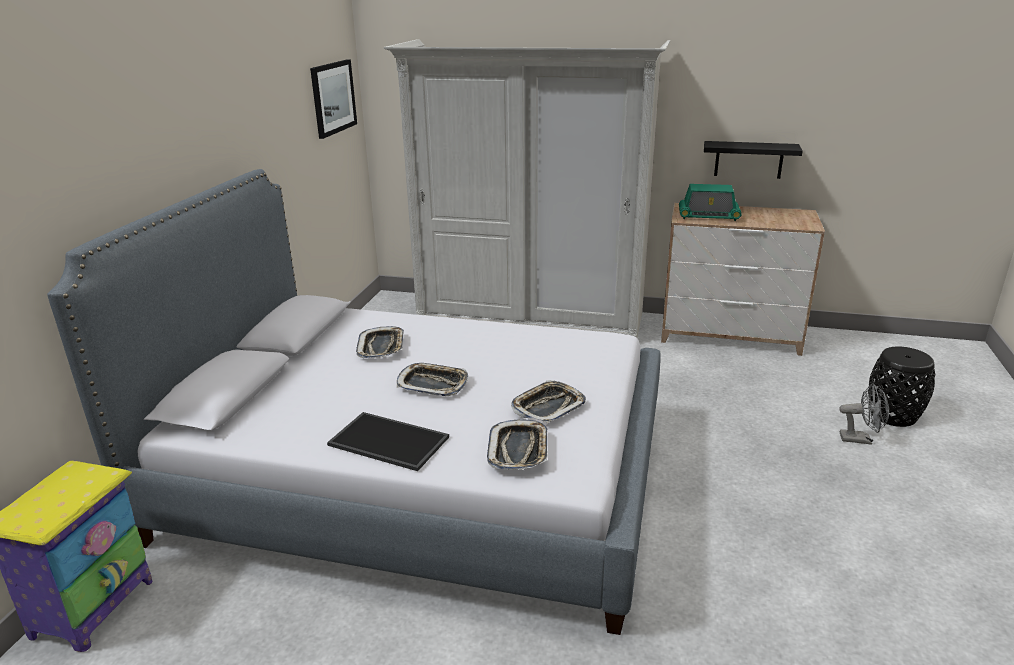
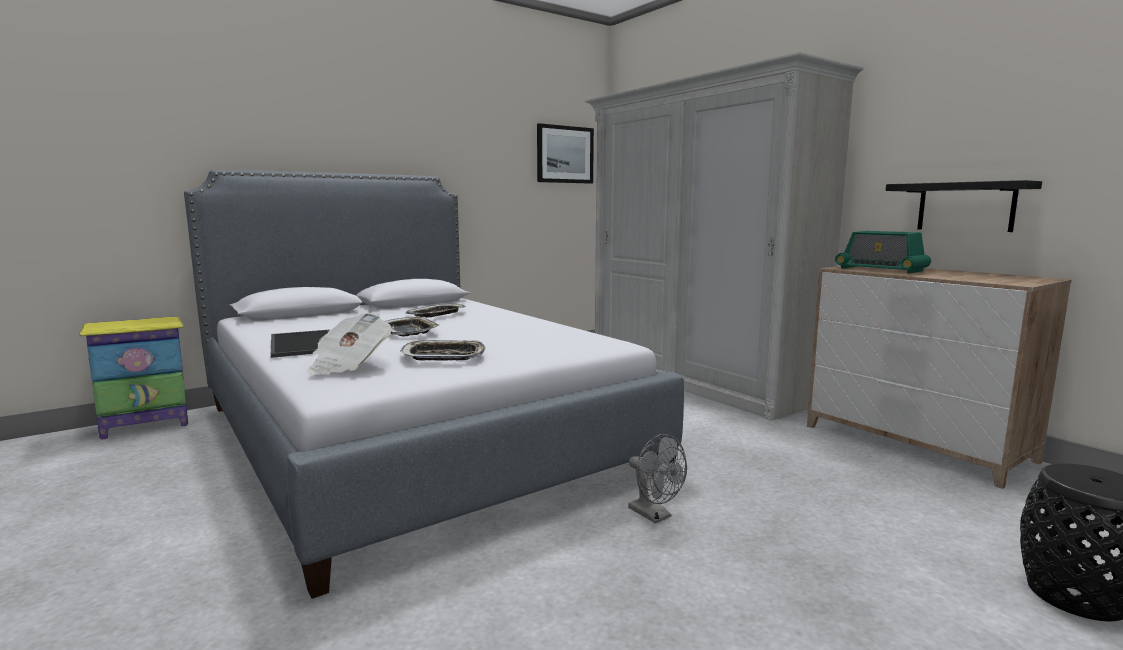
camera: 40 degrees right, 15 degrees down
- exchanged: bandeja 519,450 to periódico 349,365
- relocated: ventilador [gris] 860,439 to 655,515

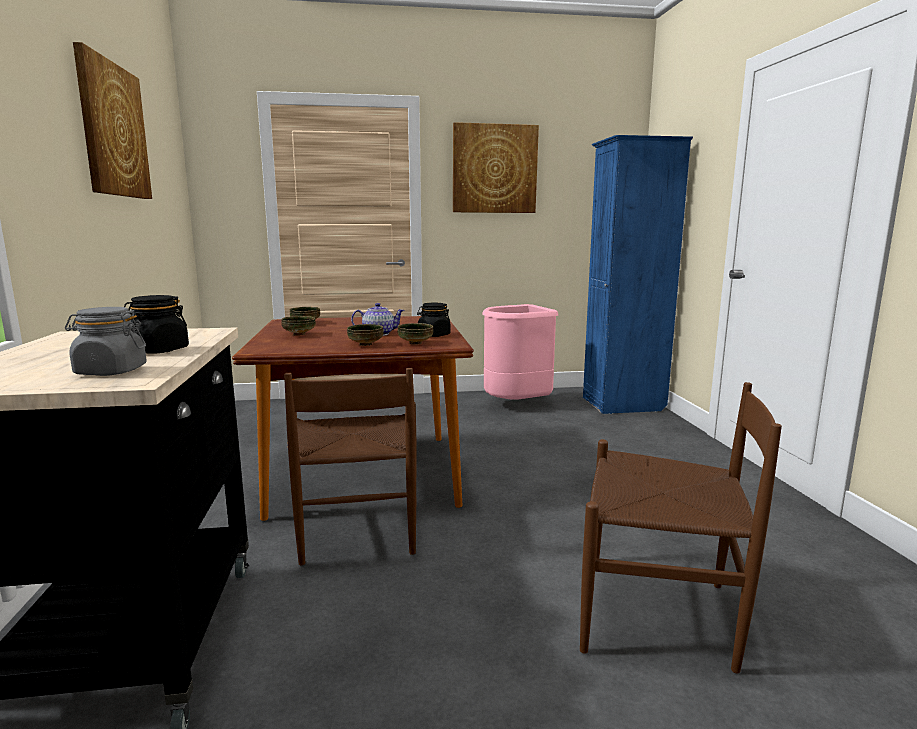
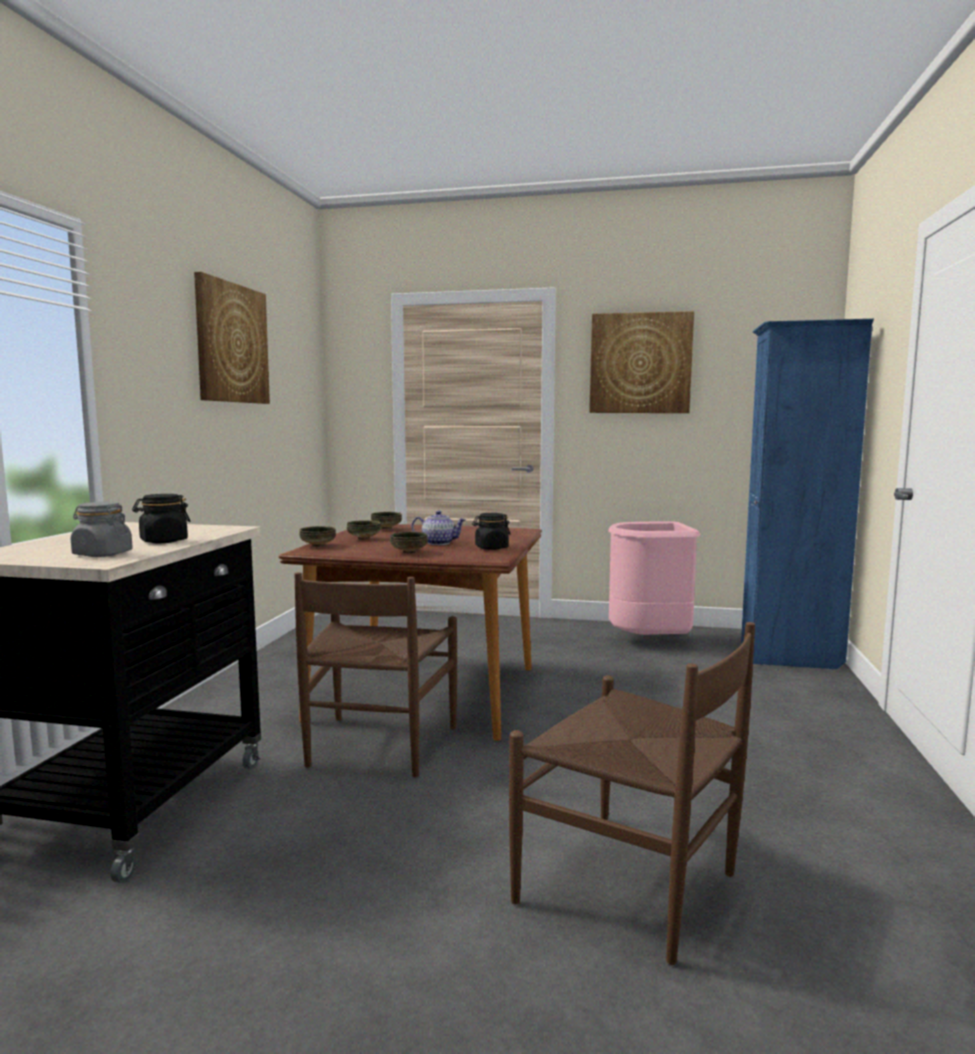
camera: 20 degrees right, 5 degrees down
- relocated: cuenco 415,343 to 318,546

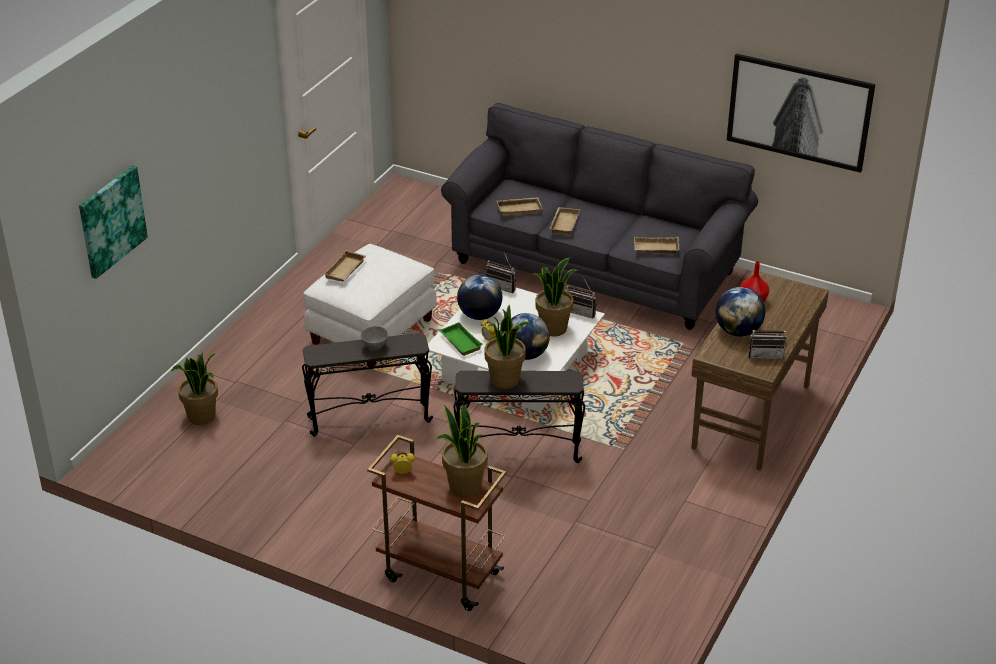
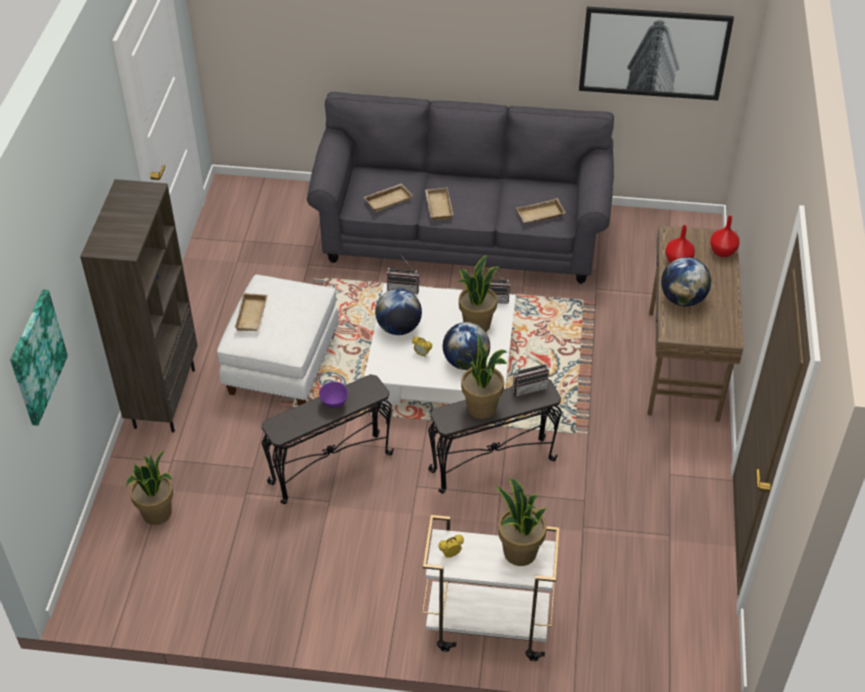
camera: 20 degrees left, 10 degrees up
- appeared: estantería [marrón] 163,397
- colour: cuenco [gris] 374,347 to cuenco [morado] 333,403
- colour: carrito [marrón] 439,575 to carrito [blanco] 486,629
- relocated: radio 765,354 to 528,387
- appeared: florero [rojo] 722,251
- missing: bandeja [verde] 459,342

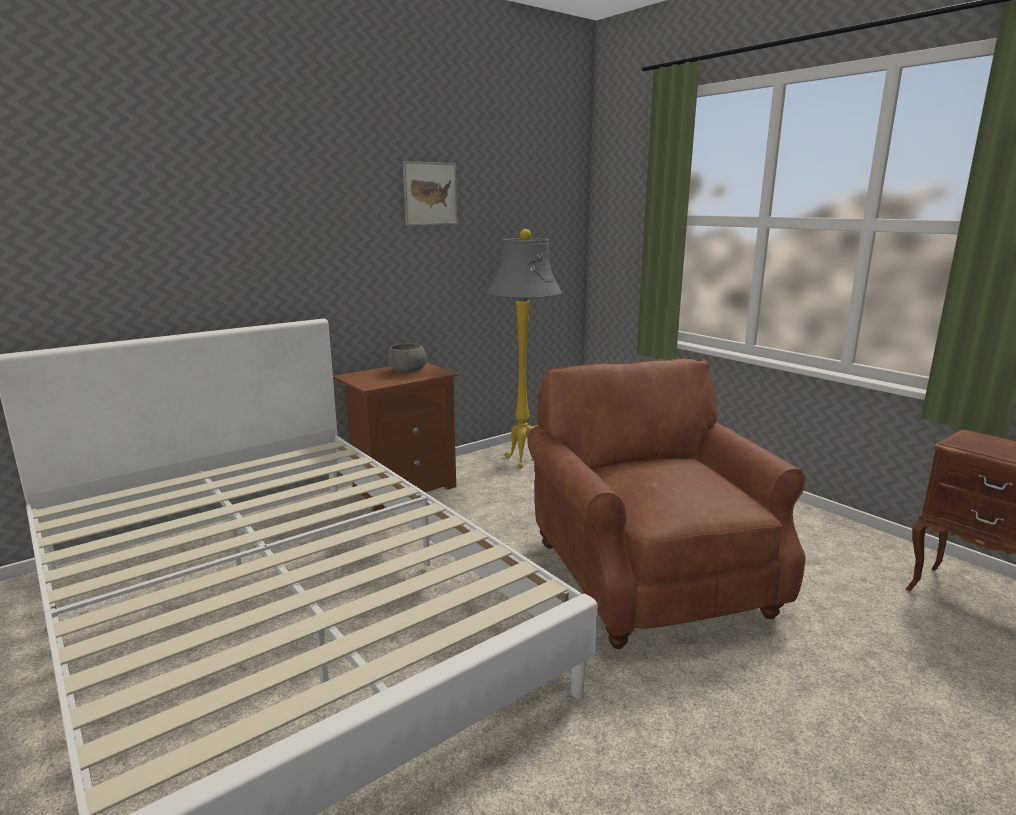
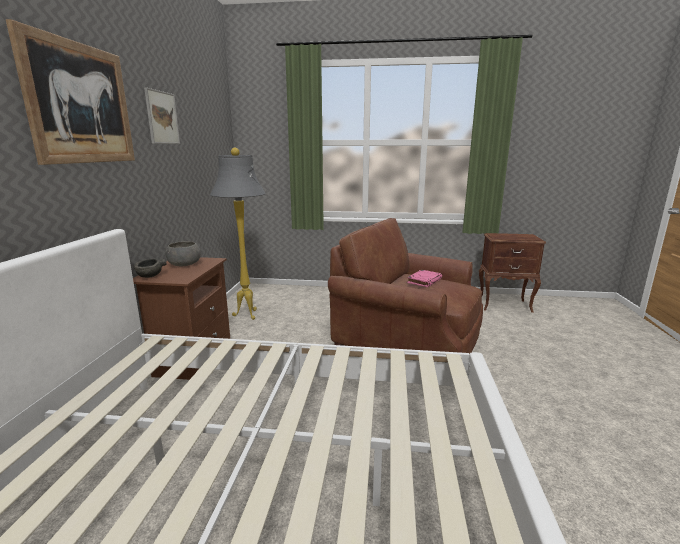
camera: 45 degrees left, 0 degrees up
- appeared: cuadro 81,104
- appeared: cuenco [gris] 149,276
- appeared: libro [rosa] 424,281

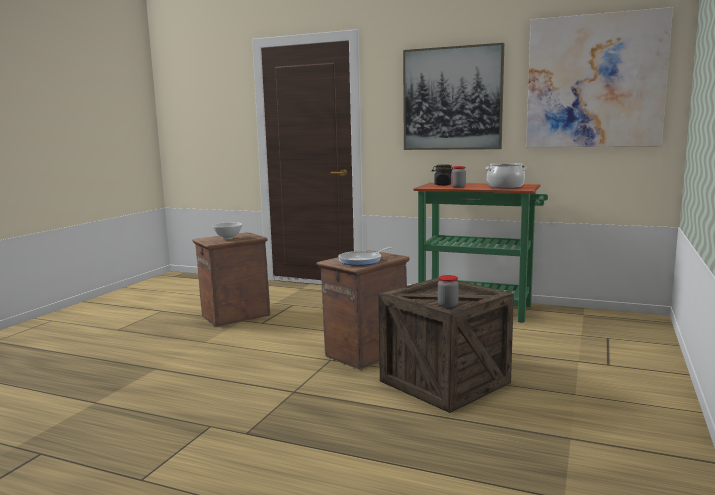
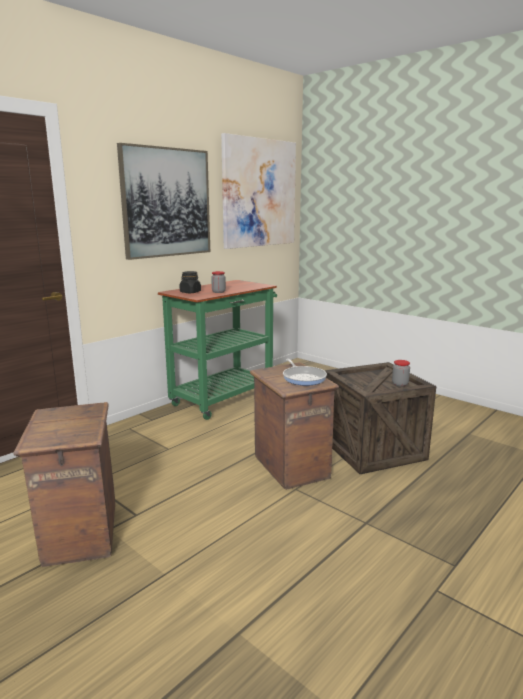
camera: 70 degrees left, 5 degrees up
- missing: cuenco [blanco] 228,238
- missing: olla 505,186

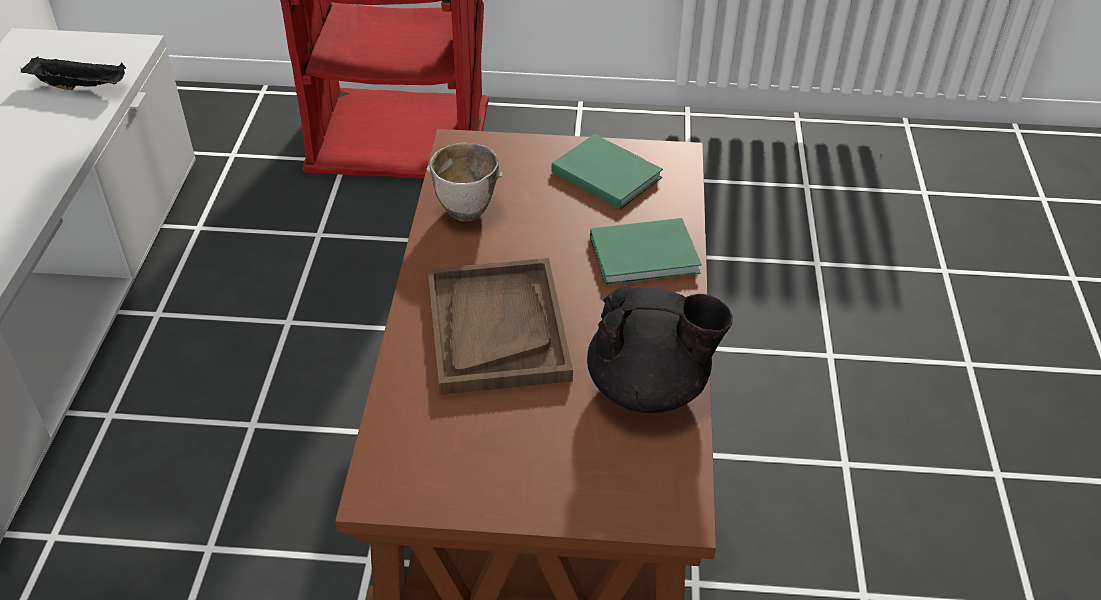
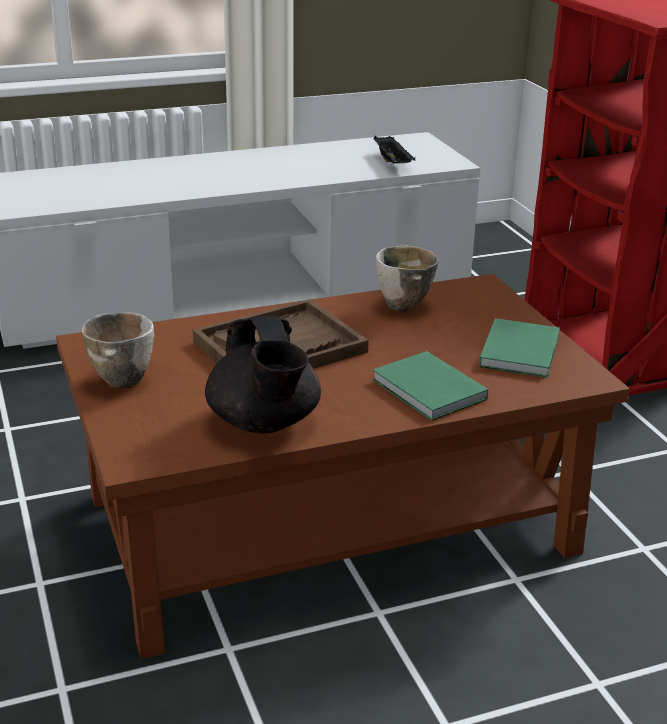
camera: 65 degrees right, 15 degrees down
- appeared: cuenco 123,380

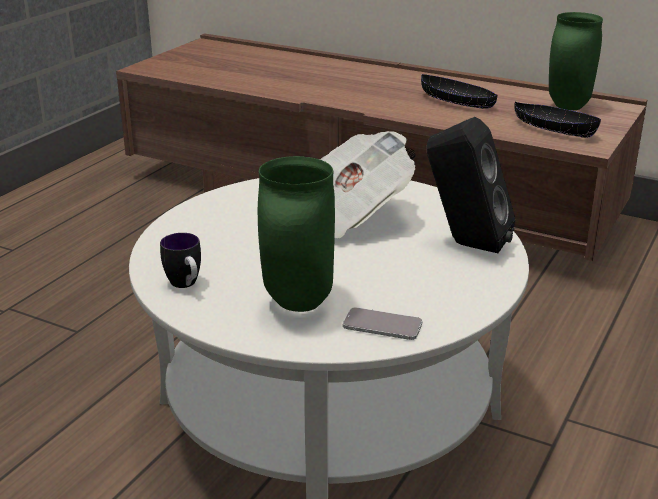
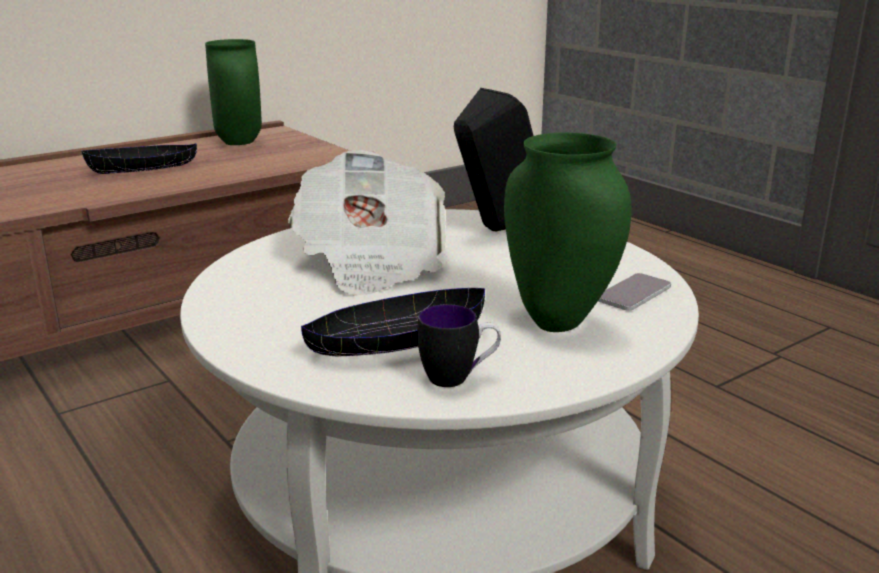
camera: 65 degrees left, 5 degrees down
- relocated: cuenco [negro] 554,129 to 397,343

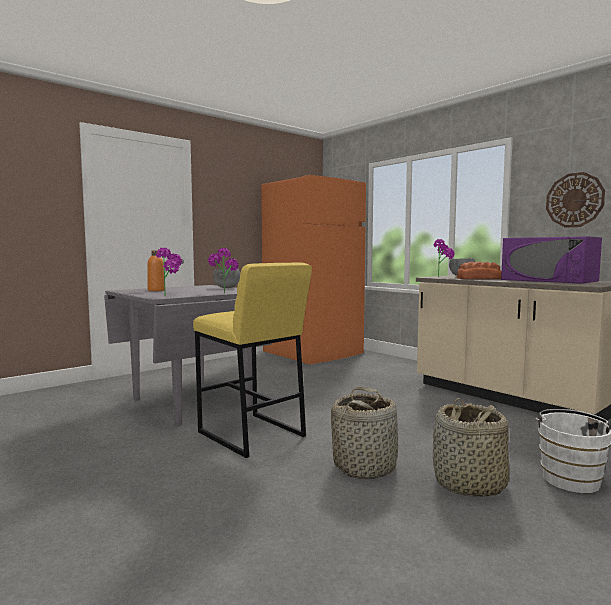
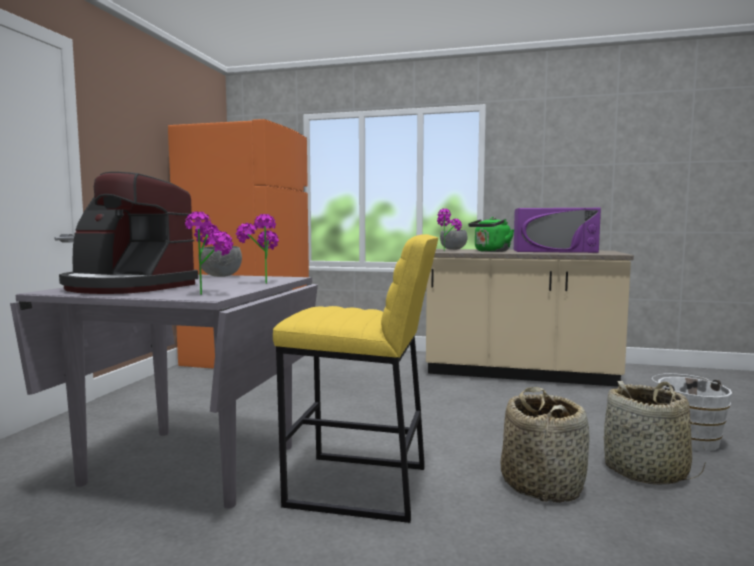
camera: 35 degrees left, 0 degrees up
- exchanged: botella [naranja] 156,290 to cafetera 127,287
- exchanged: pan 478,278 to hervidor [verde] 491,251
- missing: reloj de pared 574,200

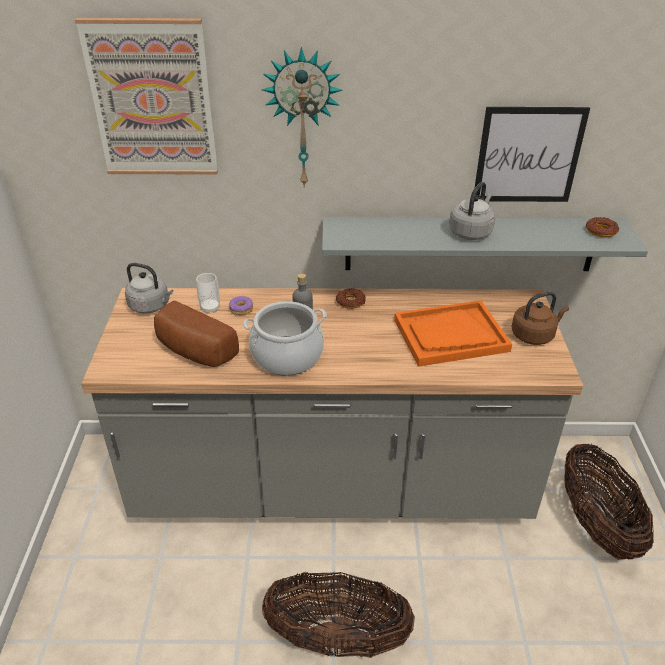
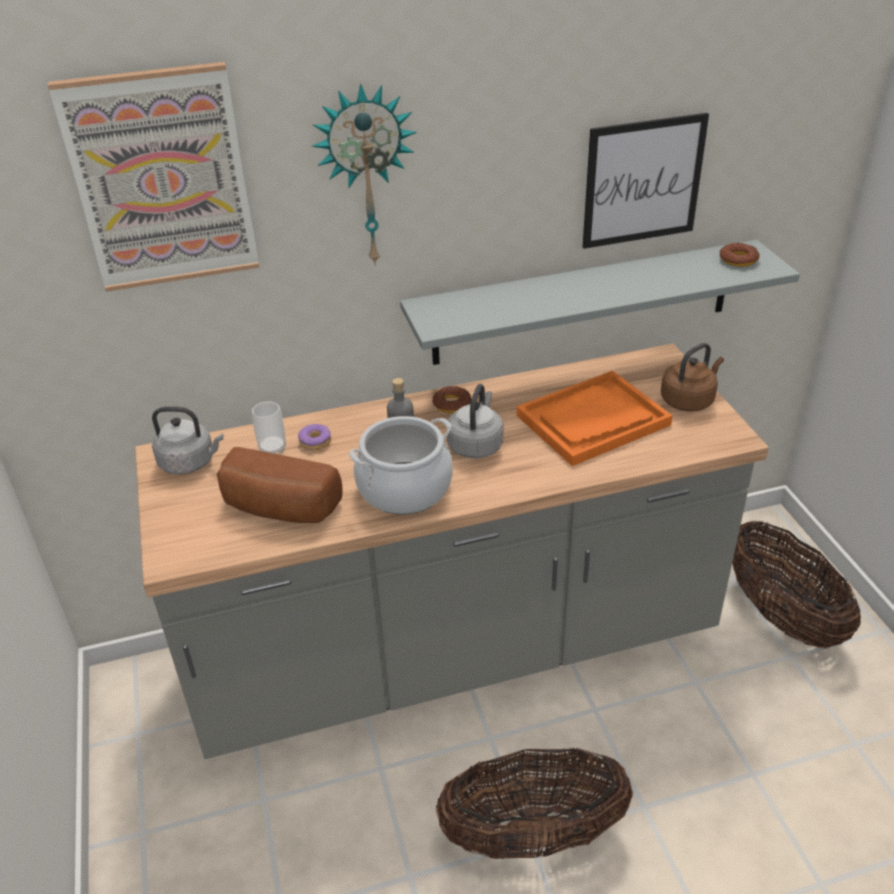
camera: 15 degrees left, 0 degrees up
- relocated: hervidor [gris] 471,232 to 476,445

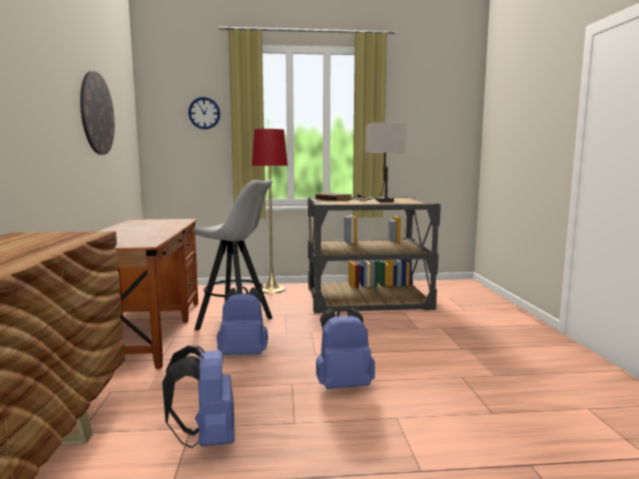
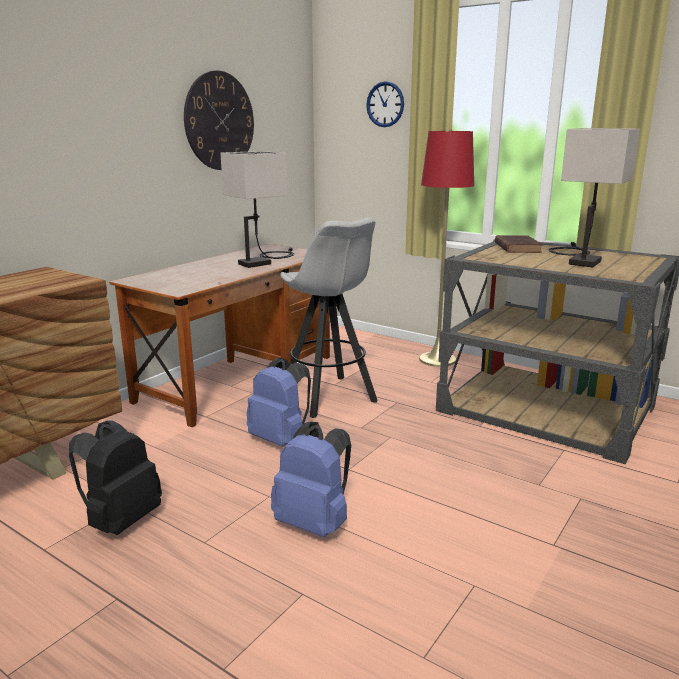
camera: 40 degrees right, 10 degrees up
- colour: mochila [azul] 207,439 to mochila [negro] 121,520
- appeared: lámpara de mesa 265,260

